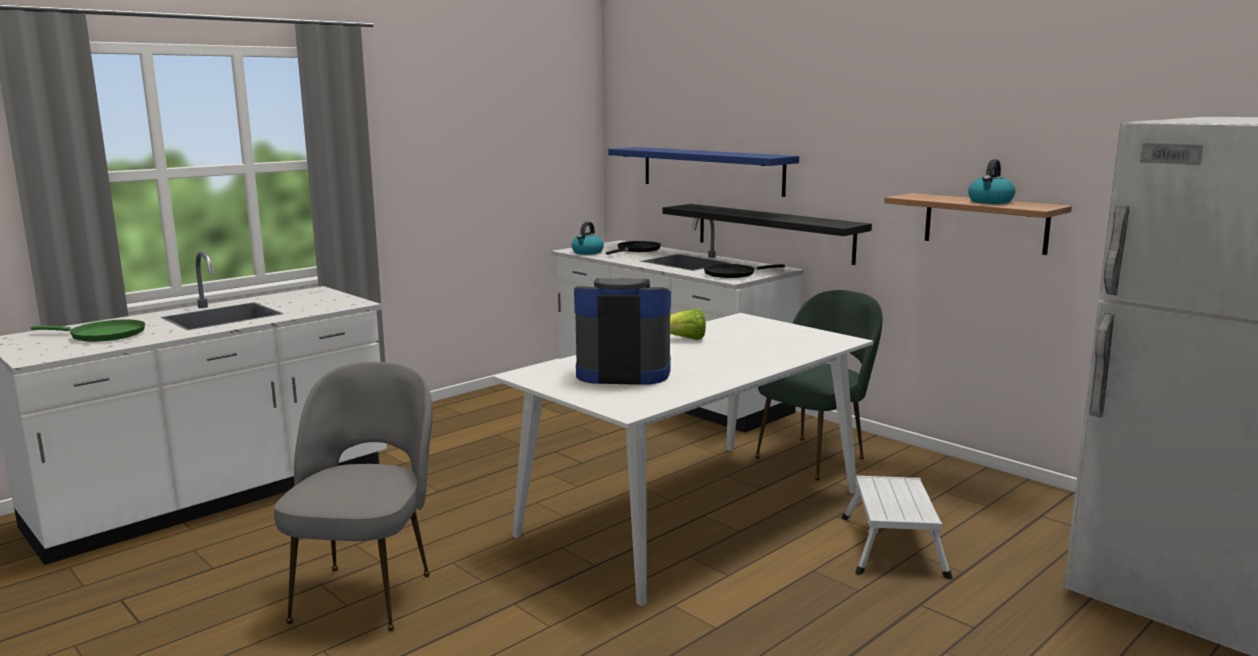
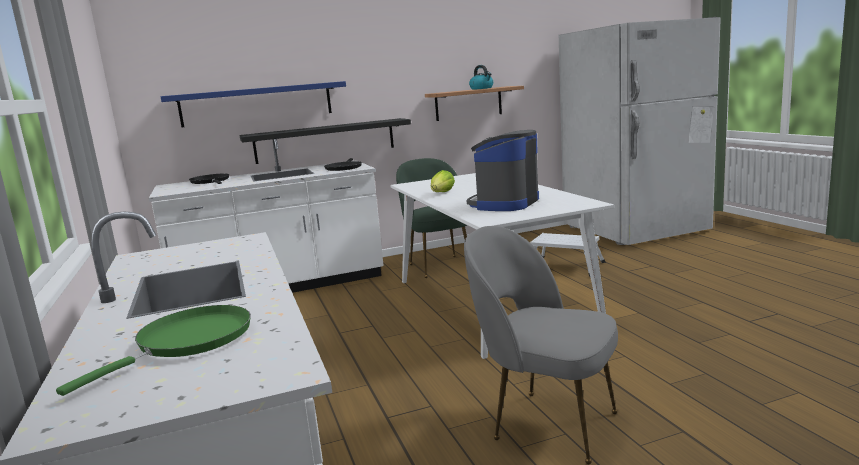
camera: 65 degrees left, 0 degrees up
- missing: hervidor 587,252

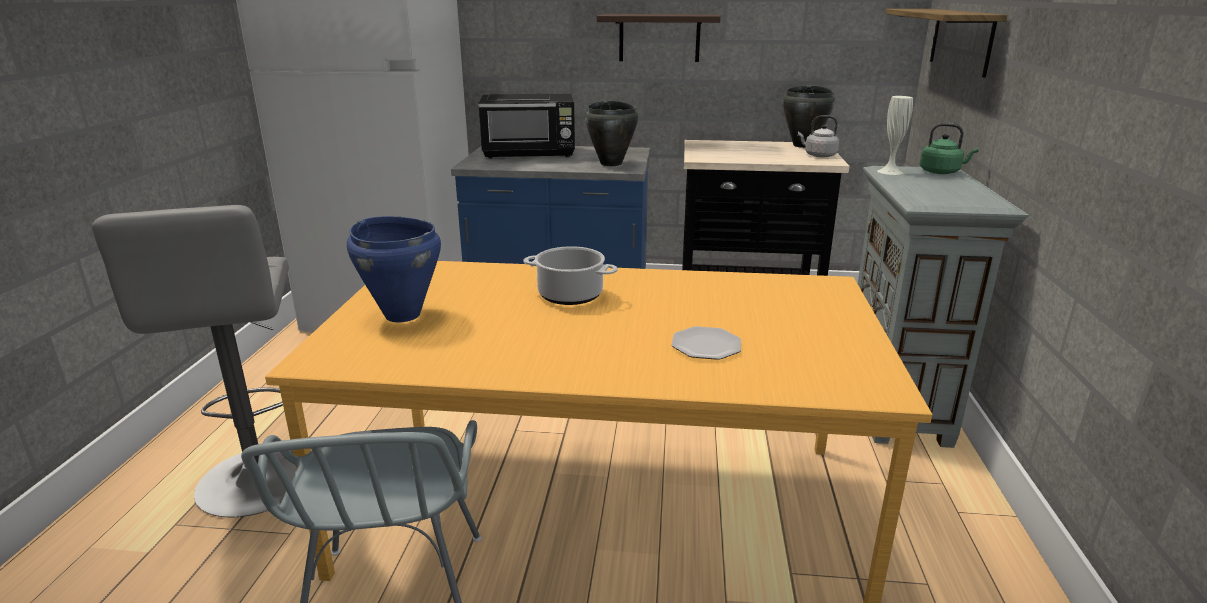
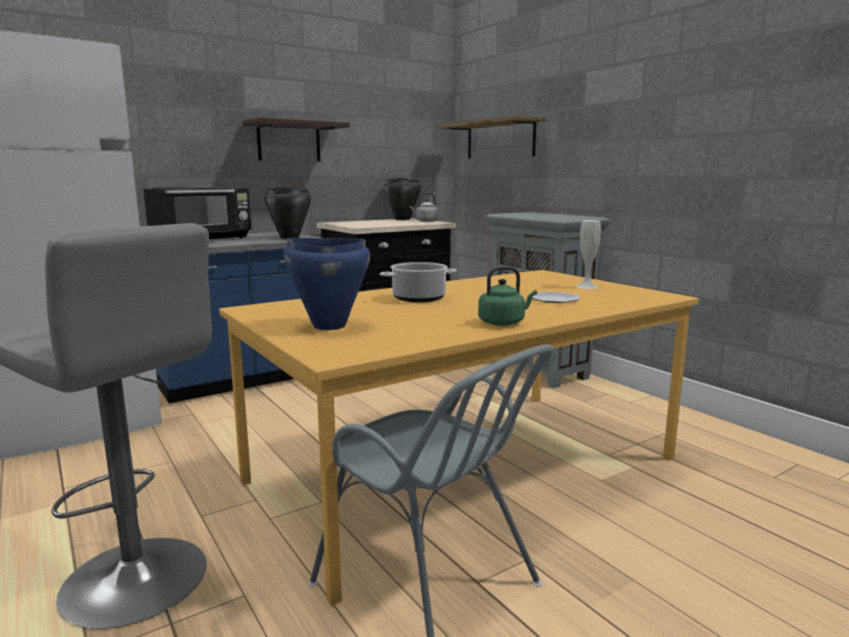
camera: 40 degrees left, 10 degrees down
- relocated: hervidor [verde] 941,172 to 503,322
- relocated: florero [blanco] 890,171 to 586,287

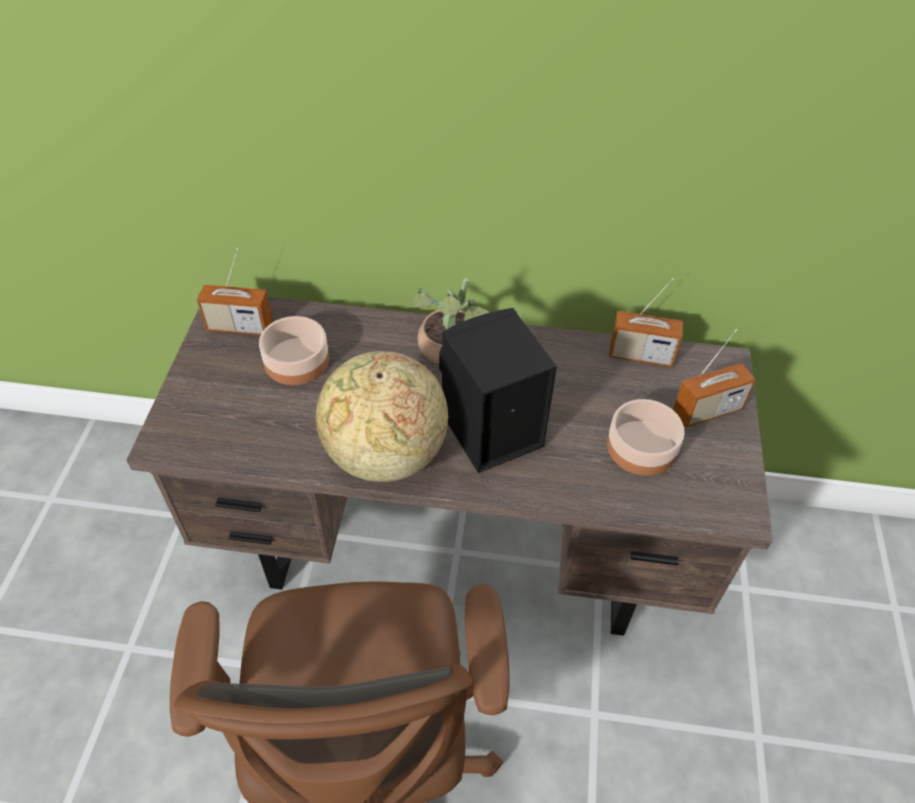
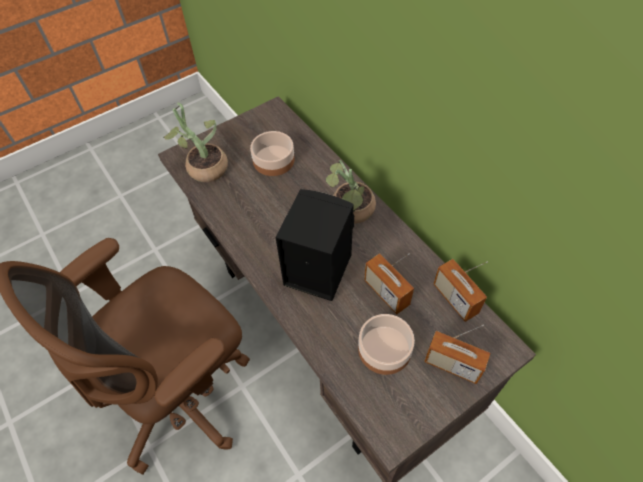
camera: 50 degrees right, 5 degrees up
- appeared: planta en maceta 203,167
- relocated: radio 240,326 to 386,292
- missing: globo terráqueo 385,454

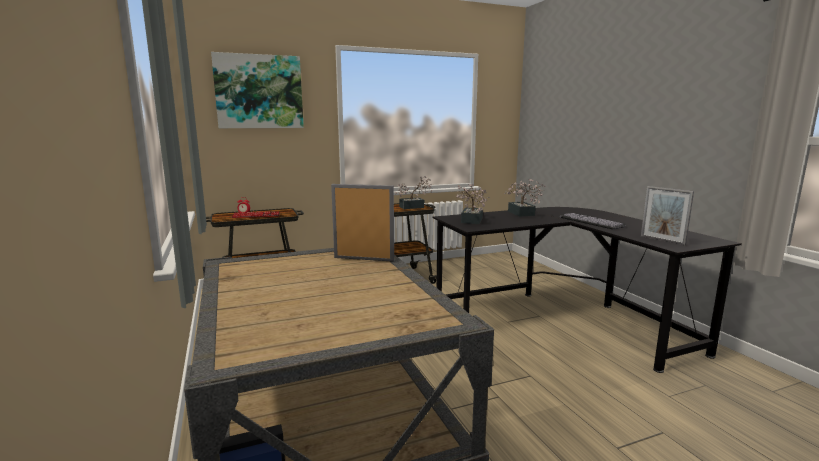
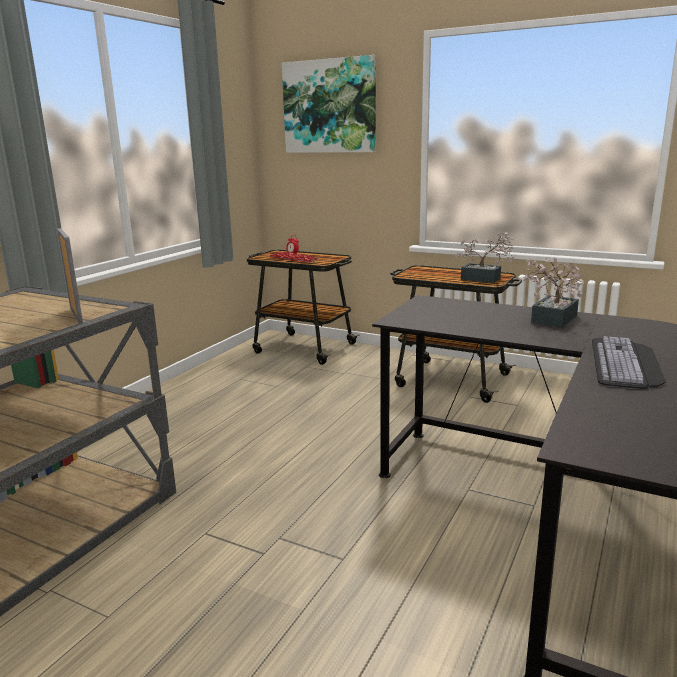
camera: 50 degrees right, 5 degrees up
- missing: planta en maceta 471,221
- missing: portarretratos 662,240

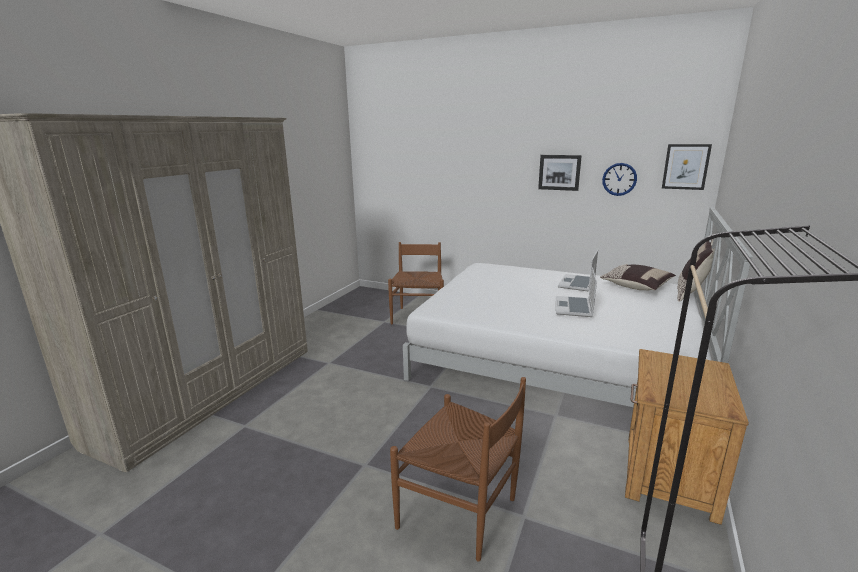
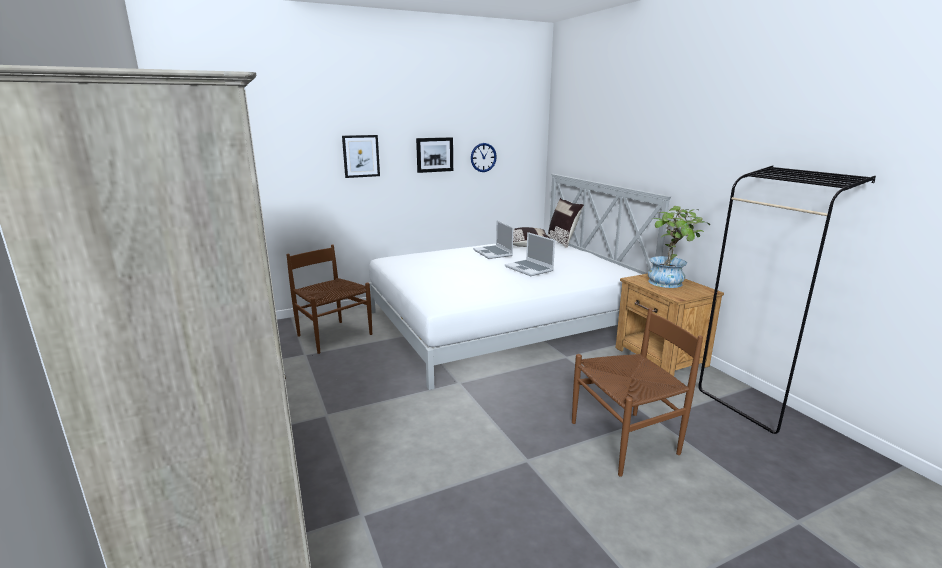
camera: 50 degrees left, 0 degrees up
- relocated: cuadro 685,166 to 361,156
- appeared: planta en maceta 670,284

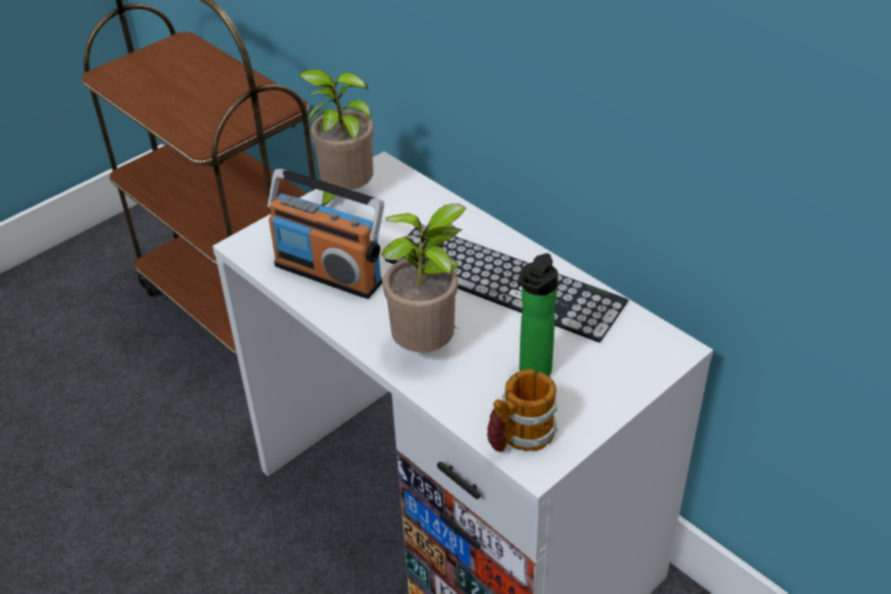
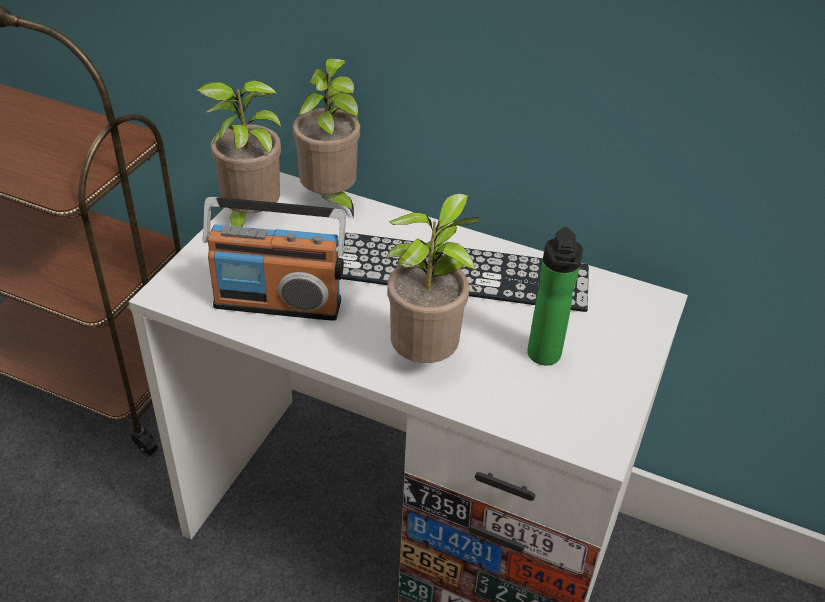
camera: 25 degrees left, 0 degrees up
- appeared: planta en maceta 330,200
- missing: taza grande 519,438

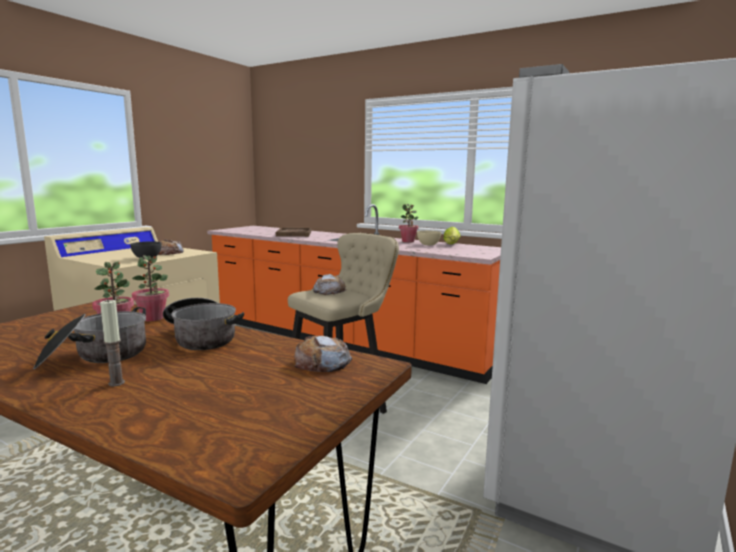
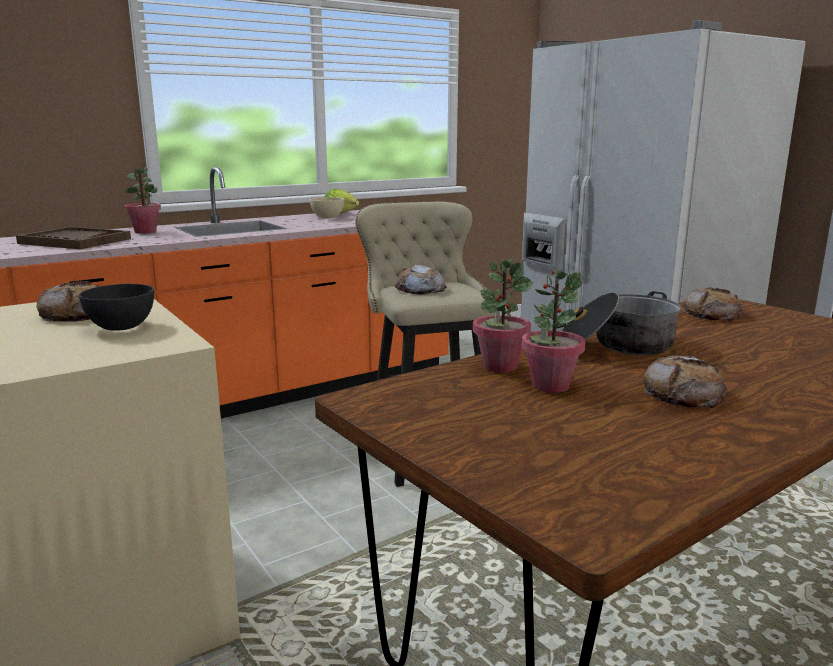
camera: 65 degrees left, 5 degrees up
- relocated: planta en maceta 408,241 to 145,231
- exchanged: olla 95,356 to pan 683,393
- missing: vela 116,383

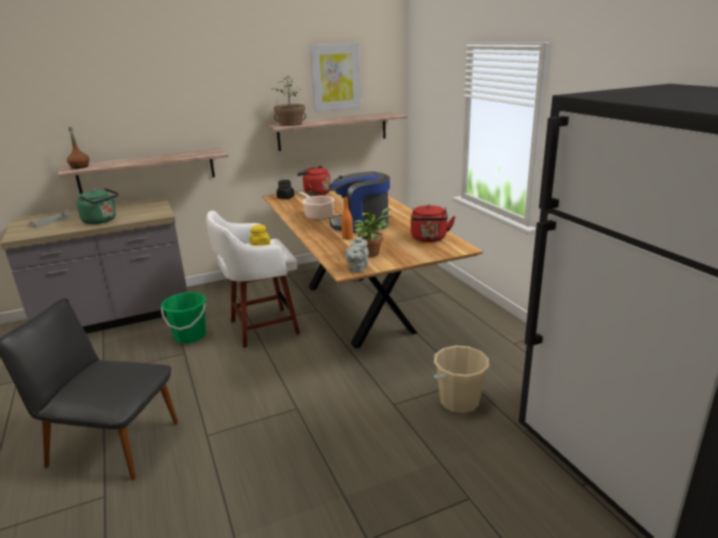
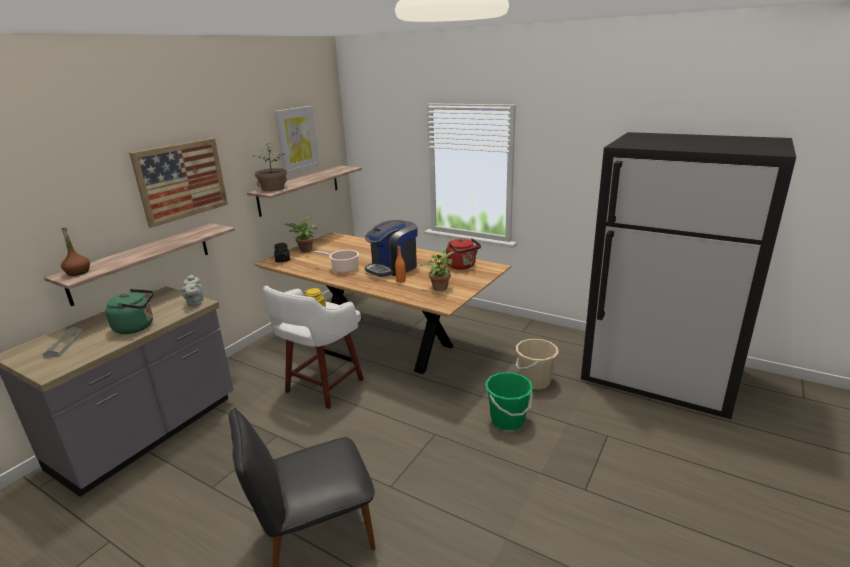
camera: 35 degrees left, 0 degrees up
- appeared: cuadro 182,180
- relocated: tetera [gris] 357,269 to 195,303
- exchanged: hervidor [rojo] 315,193 to planta en maceta 304,250
- relocated: cubo [verde] 190,336 to 507,420

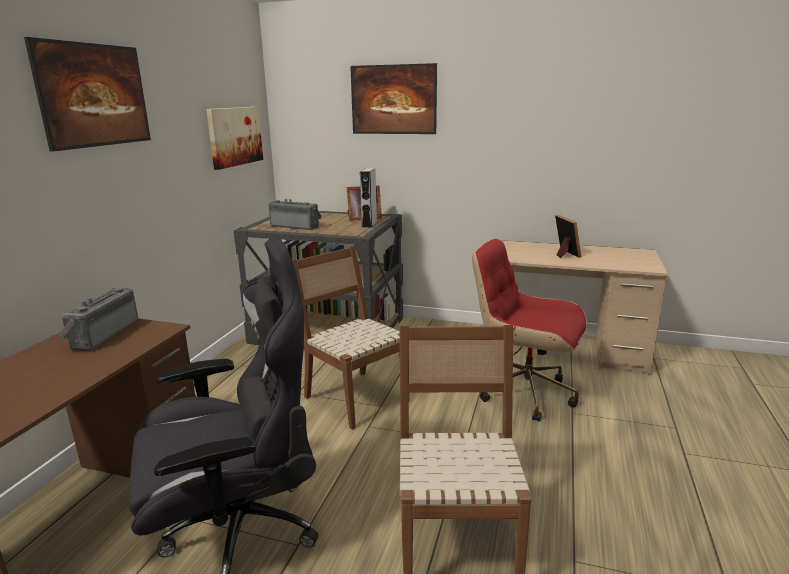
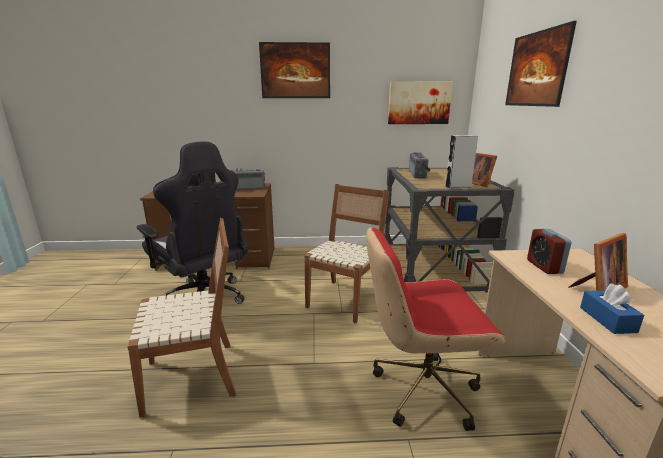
camera: 70 degrees right, 0 degrees up
- spun: silla de oficina [rojo] 523,393 = 421,392 105 degrees counterclockwise
- appeared: despertador 544,267
- appeared: caja de pañuelos [azul] 607,319

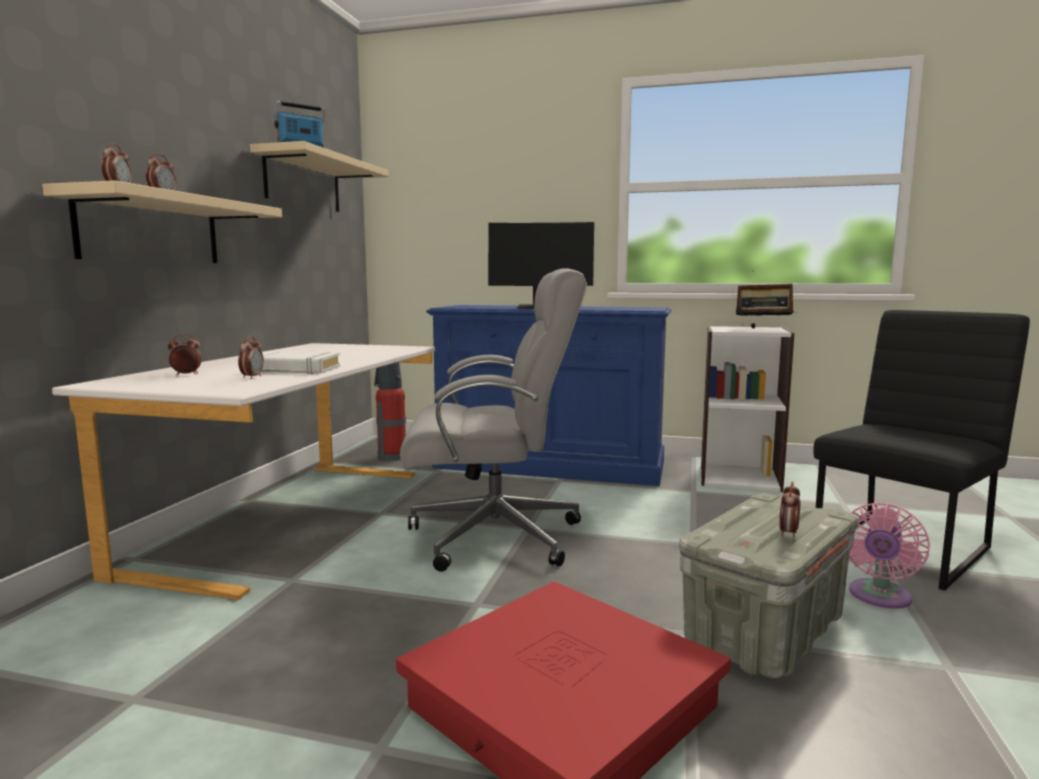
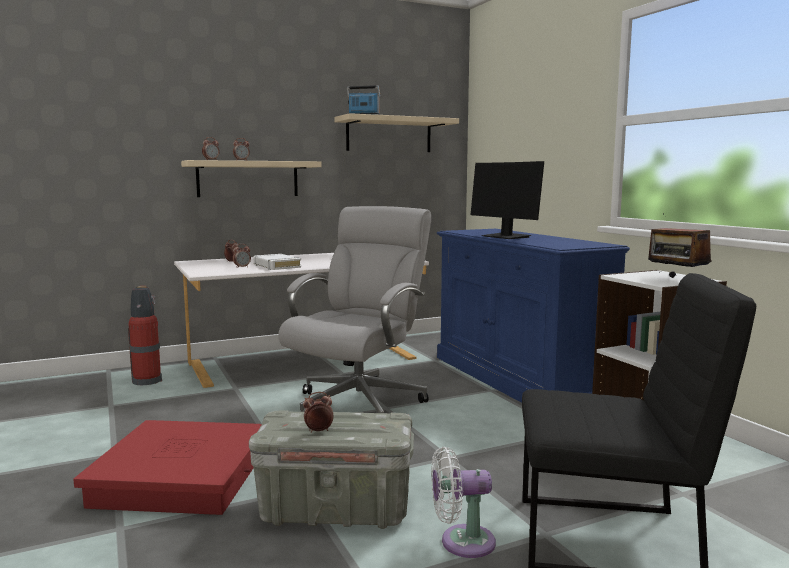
camera: 50 degrees right, 0 degrees up
- relocated: extintor 391,457 to 147,380
- spun: silla de oficina [gris] 494,536 = 358,405 105 degrees counterclockwise
- colour: ventilador [rosa] 878,597 to ventilador [blanco] 461,542

